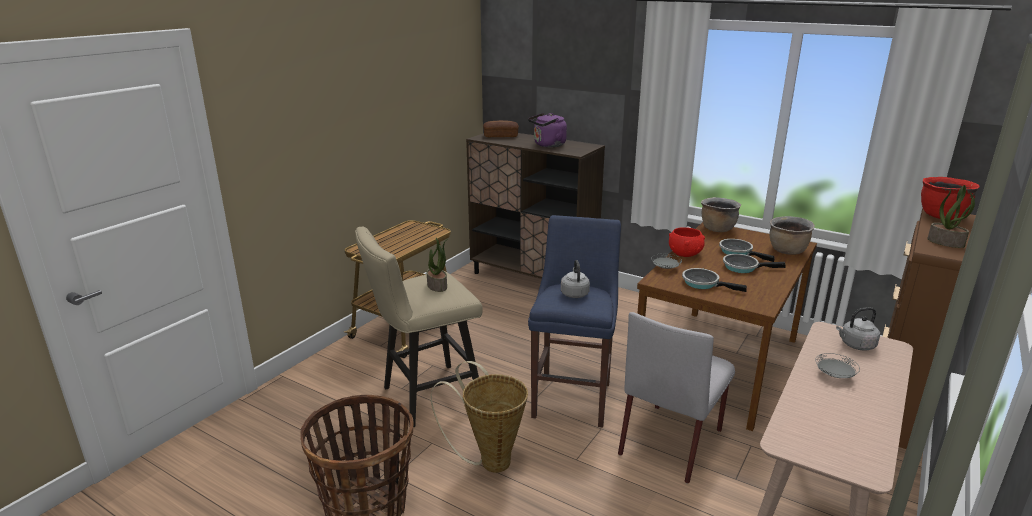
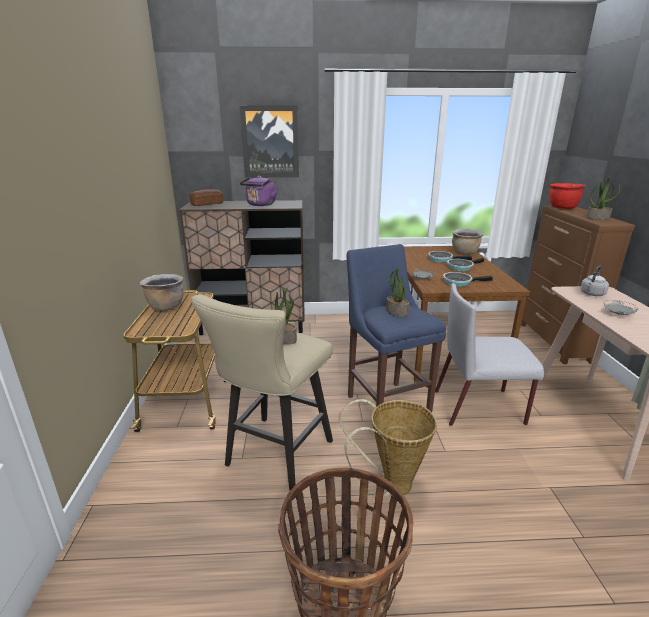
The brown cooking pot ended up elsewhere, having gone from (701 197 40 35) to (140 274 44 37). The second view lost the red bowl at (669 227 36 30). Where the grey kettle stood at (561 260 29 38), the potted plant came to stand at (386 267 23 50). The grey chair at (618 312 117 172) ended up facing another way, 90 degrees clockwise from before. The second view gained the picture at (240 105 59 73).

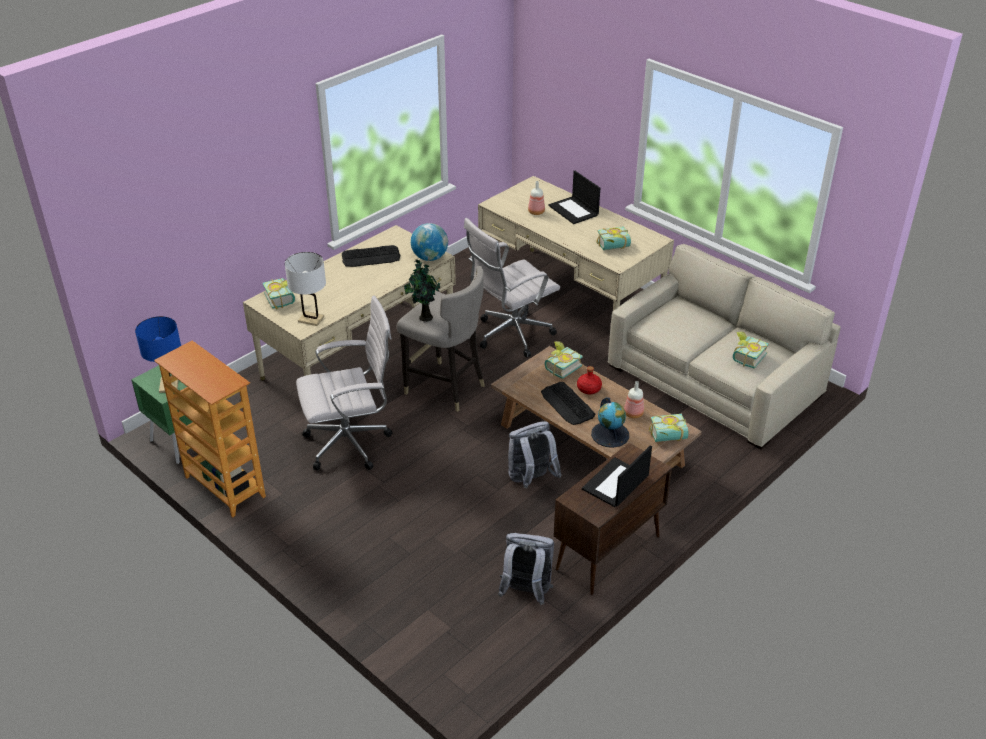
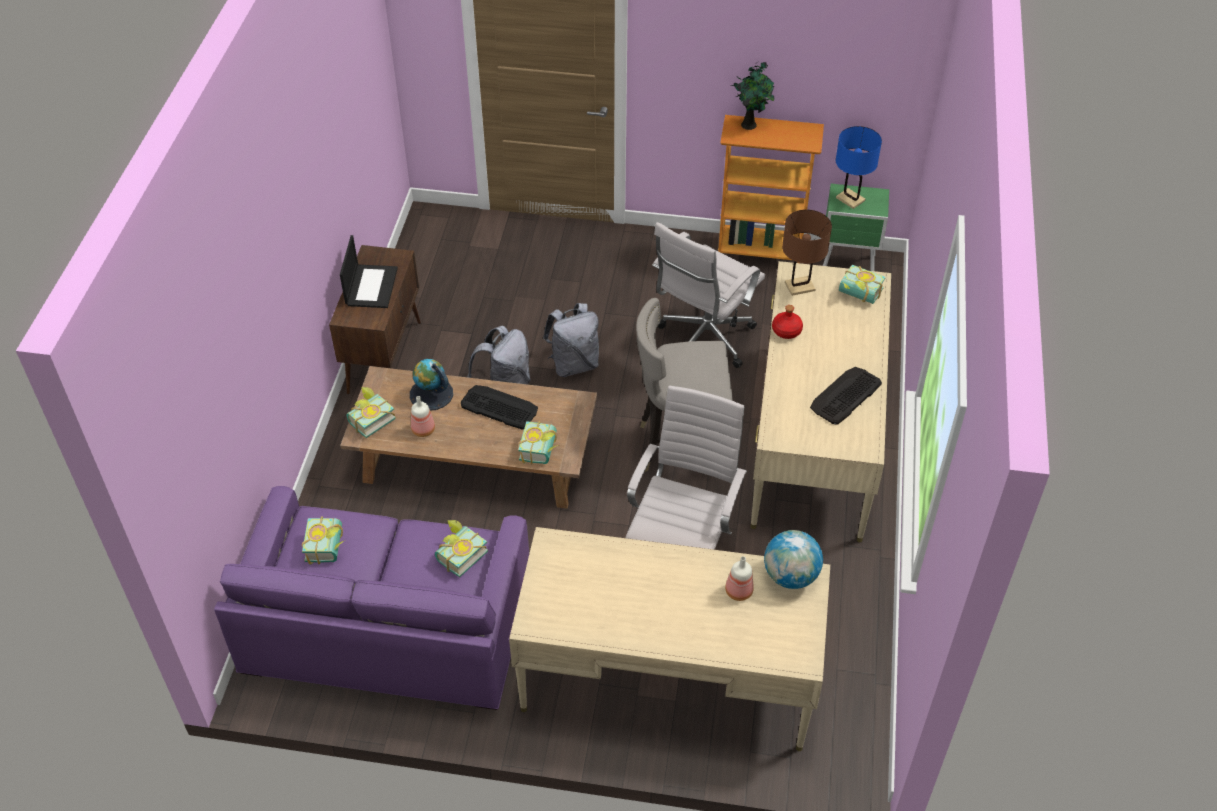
The second view lost the laptop at (548 171 52 53). The globe ended up elsewhere, having gone from (411 223 37 38) to (764 530 59 59). The book ended up elsewhere, having gone from (597 226 34 24) to (435 520 53 57). What was the beige sofa at (607 244 234 206) turned into the purple sofa at (214 486 315 224). What was the white table lamp at (285 252 41 74) turned into the brown table lamp at (782 210 50 86). The potted plant ended up elsewhere, having gone from (404 258 37 64) to (730 62 45 68). The red bottle ended up elsewhere, having gone from (577 366 25 28) to (772 305 31 34). The grey backpack ended up elsewhere, having gone from (498 533 56 72) to (543 303 56 74).

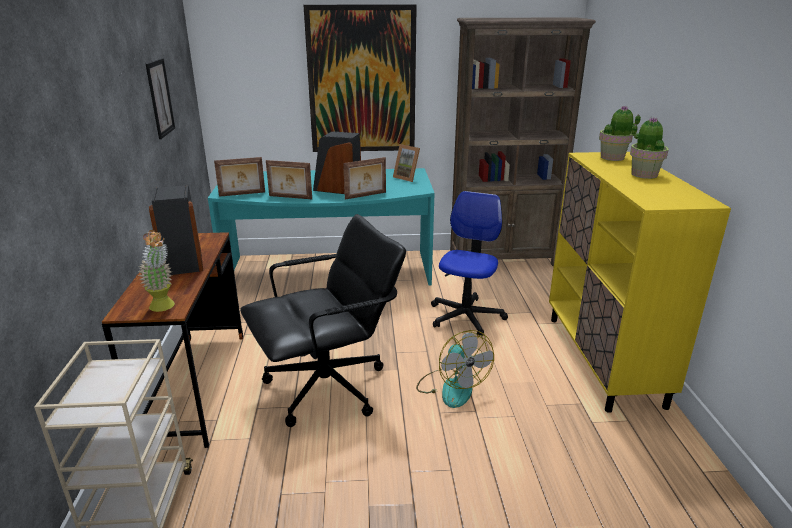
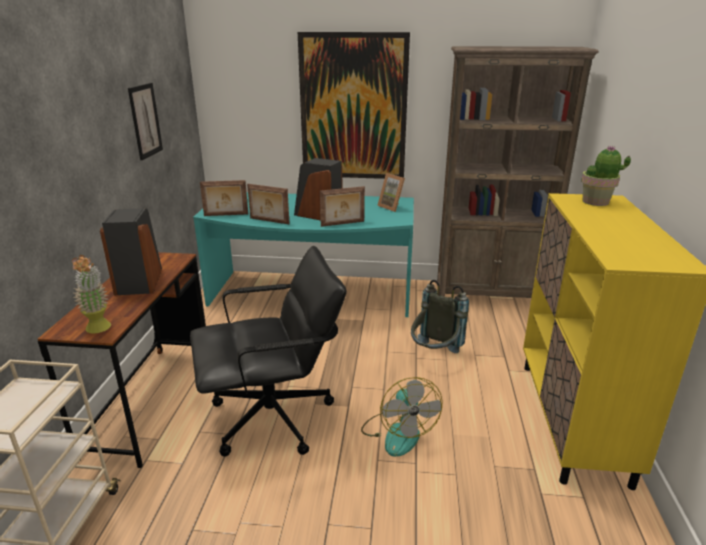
The second view lost the potted plant at (630 117 39 62). Where the office chair stood at (431 191 77 144), the grey backpack came to stand at (411 280 58 73).

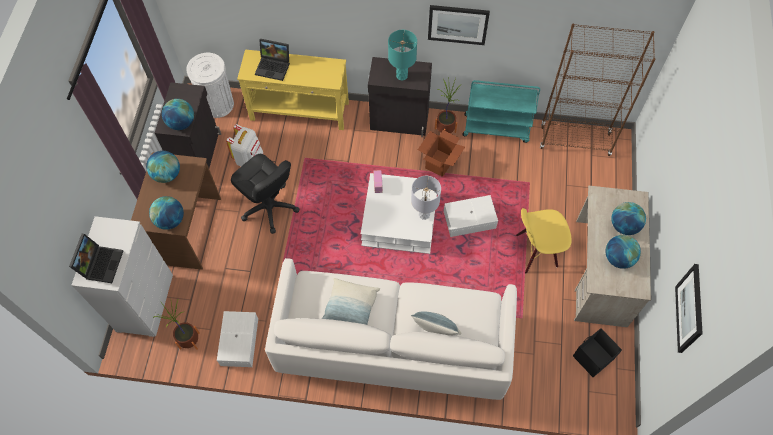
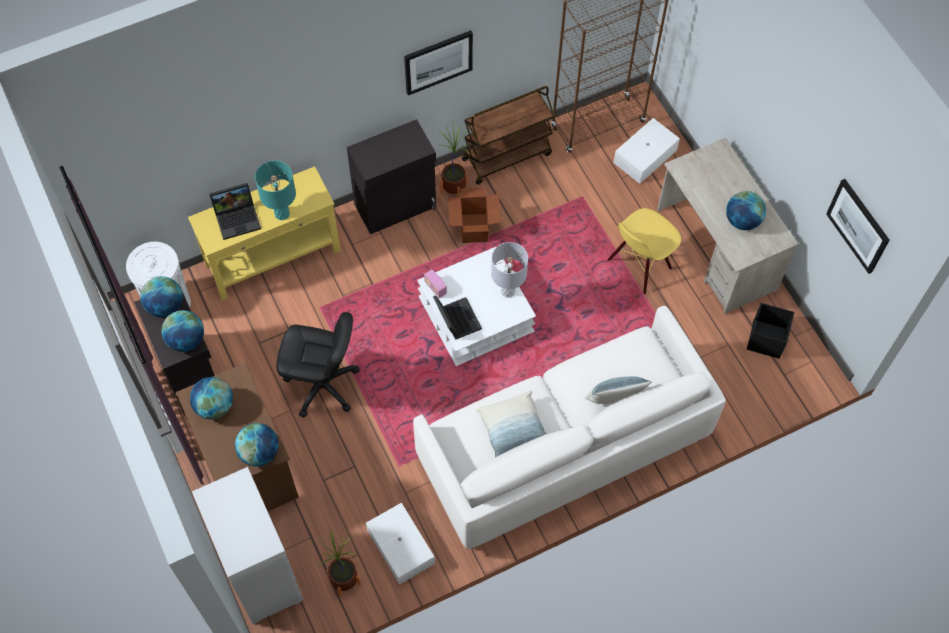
The turquoise table lamp ended up elsewhere, having gone from (388 30 29 51) to (255 161 41 59). What was the turquoise cart at (462 80 78 63) turned into the brown cart at (462 86 93 99). The second view lost the white backpack at (226 124 38 42). The white storage box ended up elsewhere, having gone from (444 195 54 42) to (614 118 66 66). The globe ended up elsewhere, having gone from (611 202 35 33) to (141 276 42 41). The laptop ended up elsewhere, having gone from (69 234 54 49) to (433 295 49 45).

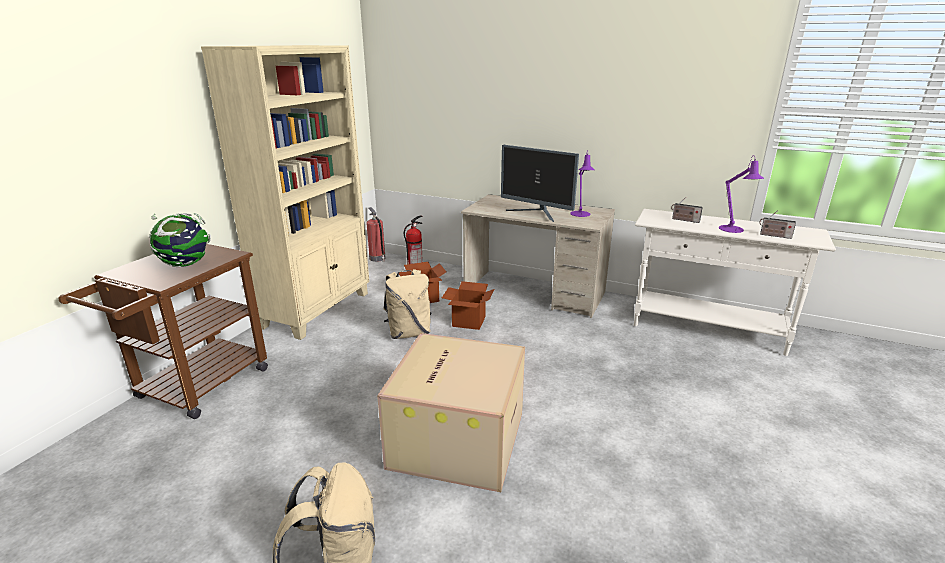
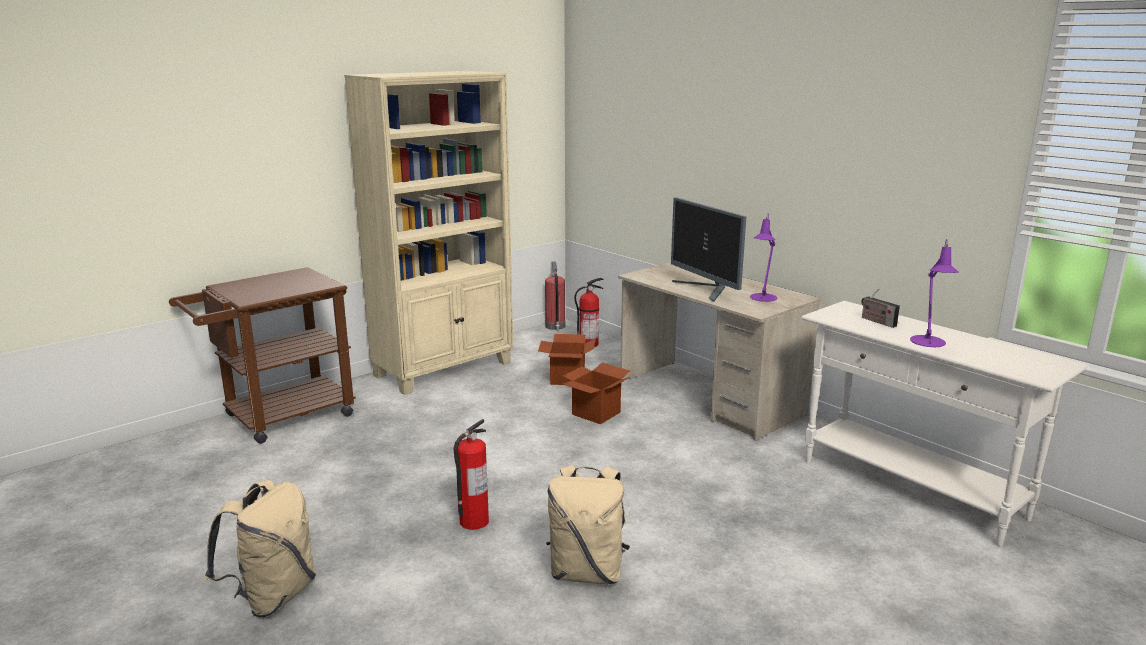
The second view lost the radio at (760 211 36 28). The second view lost the globe at (149 213 62 54). The beige backpack ended up elsewhere, having gone from (383 269 49 70) to (546 465 84 119). Where the cardboard box stood at (377 333 148 159), the fire extinguisher came to stand at (453 419 36 111).

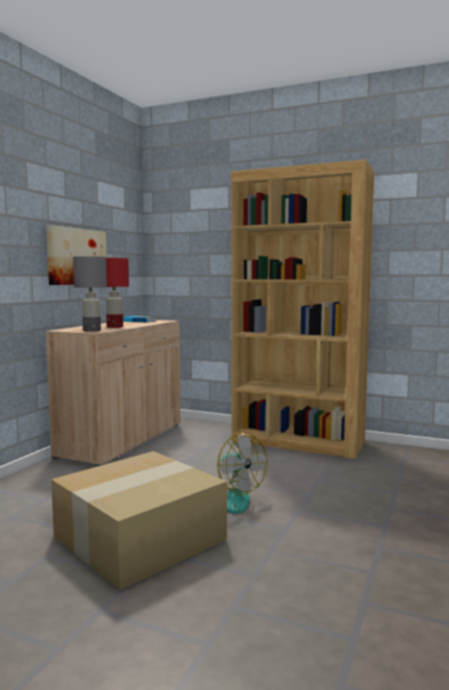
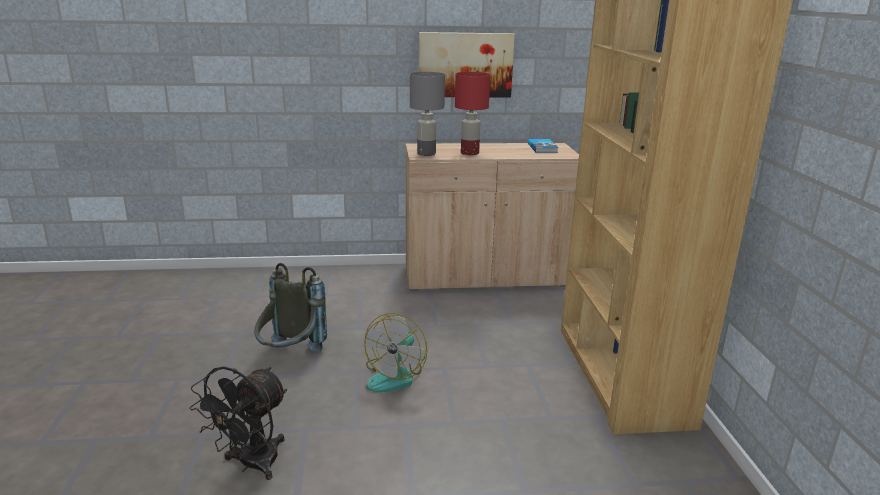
Where the cardboard box stood at (51 451 176 139), the grey backpack came to stand at (254 263 73 89). The second view gained the black fan at (190 366 97 114).

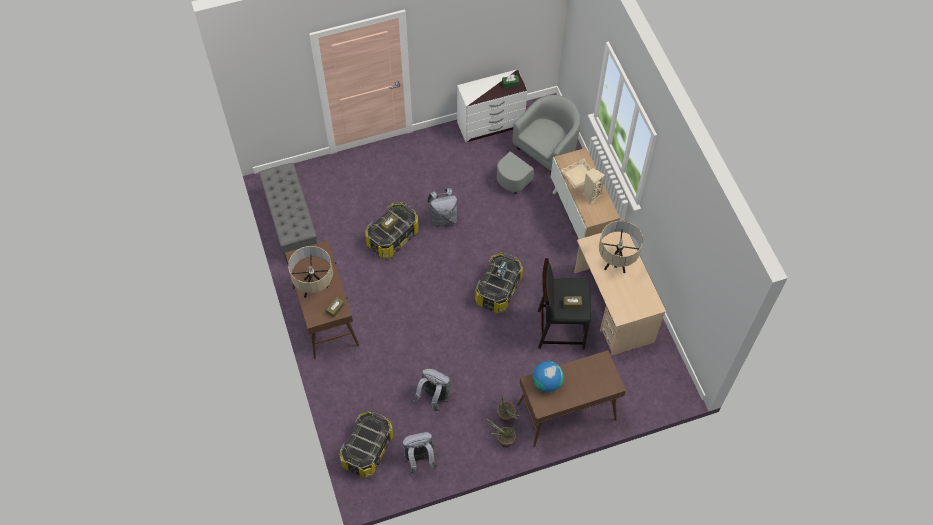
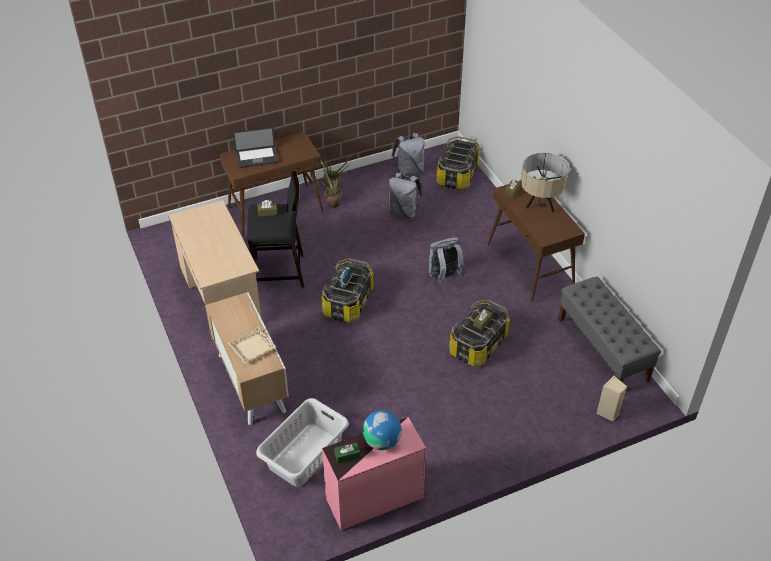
What was the white dresser at (457 69 70 73) turned into the pink dresser at (322 417 104 113). Where the grey armchair stood at (497 95 84 99), the grey laundry basket came to stand at (256 398 93 89). The beige speaker ended up elsewhere, having gone from (583 168 22 35) to (596 376 31 45). The grey backpack ended up elsewhere, having gone from (427 188 31 39) to (429 237 37 47). The second view lost the beige table lamp at (599 221 44 52). The globe ended up elsewhere, having gone from (533 361 31 31) to (363 410 39 40). The second view gained the laptop at (233 127 45 41).

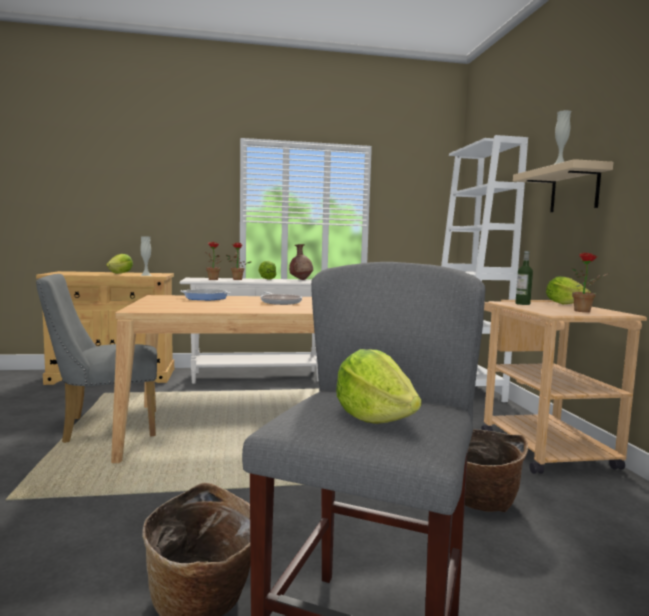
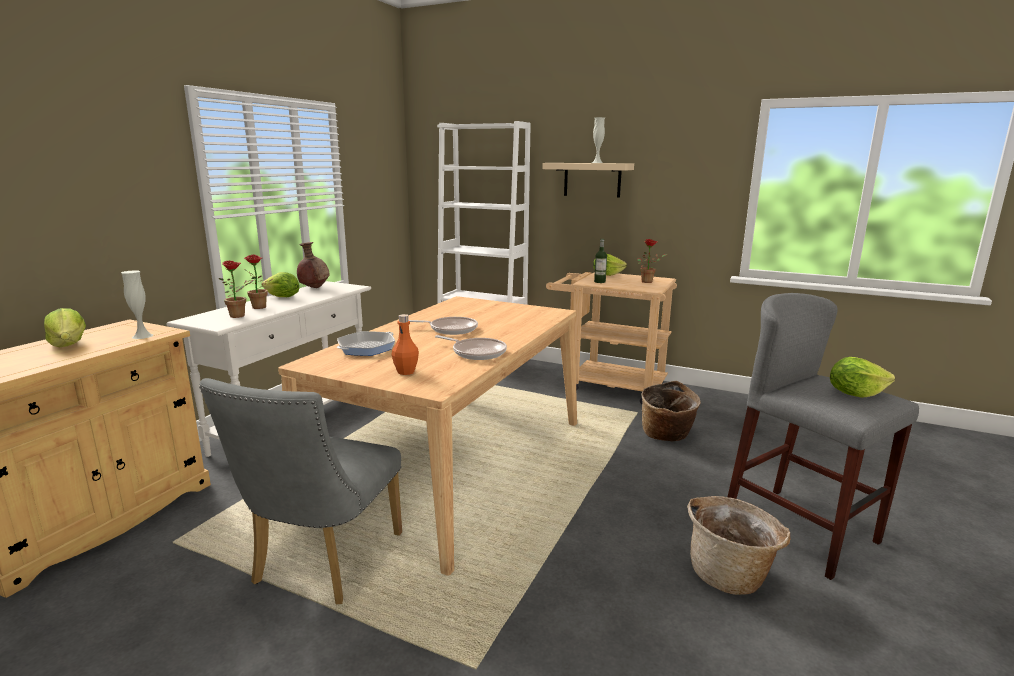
The second view gained the orange bottle at (391 314 28 61). The second view gained the frying pan at (435 335 72 25).

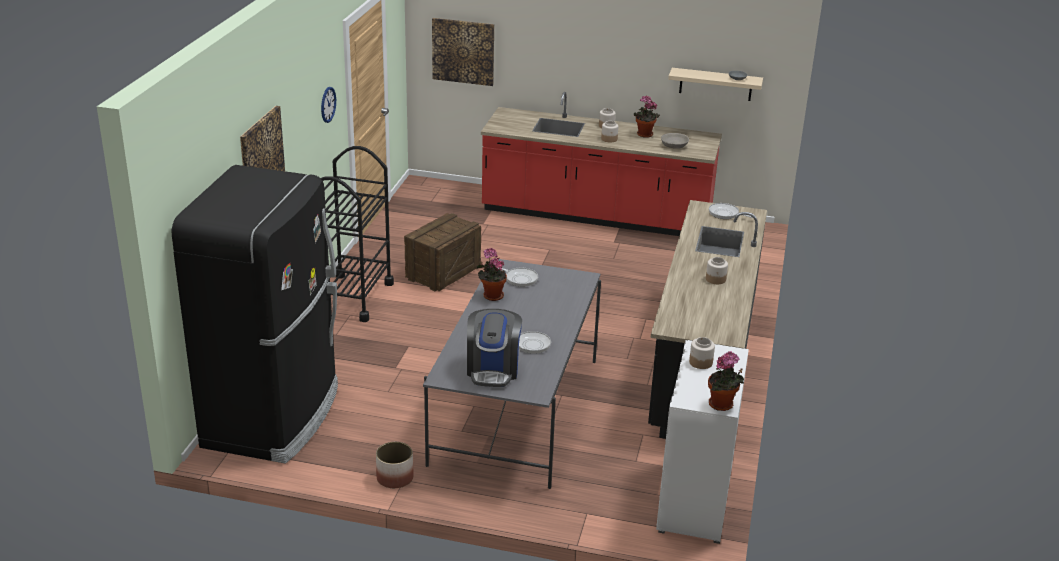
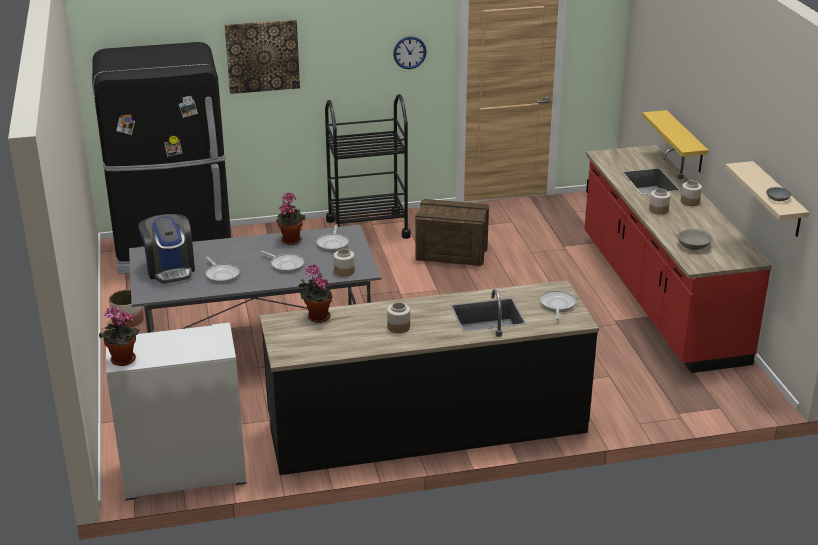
The second view lost the picture at (432 18 62 68). The potted plant ended up elsewhere, having gone from (634 95 26 43) to (299 265 33 58). The coffee machine at (467 309 55 78) ended up facing another way, 90 degrees counterclockwise from before. The jar ended up elsewhere, having gone from (689 337 26 32) to (334 249 21 27). The second view gained the yellow shelf at (642 110 67 62). The second view gained the frying pan at (261 251 44 22).

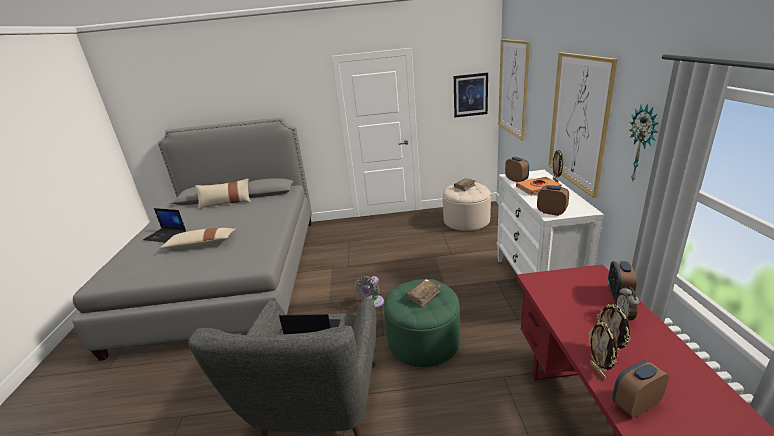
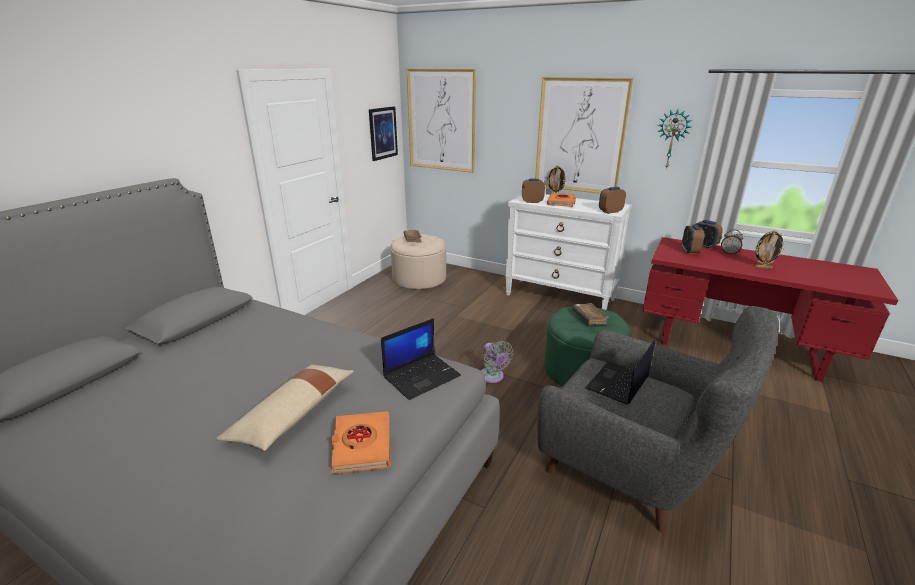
The second view lost the beige pillow at (195 178 56 31). The laptop ended up elsewhere, having gone from (143 208 43 35) to (381 318 80 82). The second view lost the picture frame at (588 322 30 58). The alarm clock ended up elsewhere, having gone from (612 360 57 57) to (682 225 23 29). The second view gained the orange book at (331 412 60 62).

